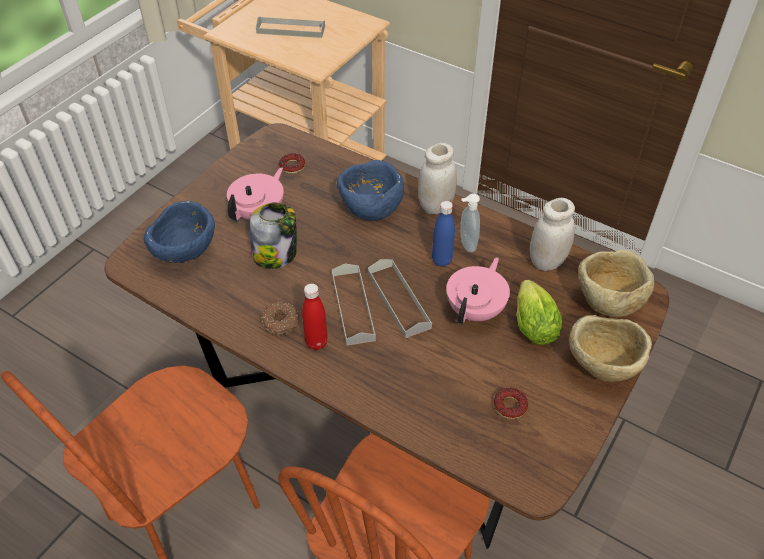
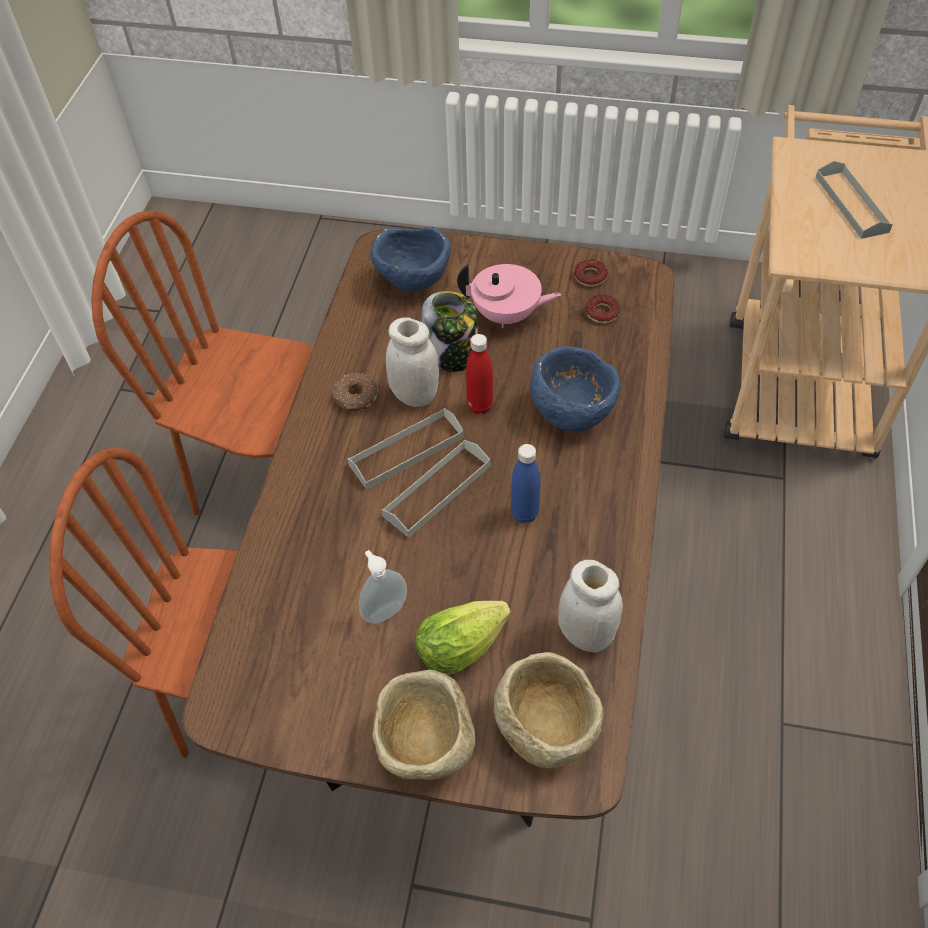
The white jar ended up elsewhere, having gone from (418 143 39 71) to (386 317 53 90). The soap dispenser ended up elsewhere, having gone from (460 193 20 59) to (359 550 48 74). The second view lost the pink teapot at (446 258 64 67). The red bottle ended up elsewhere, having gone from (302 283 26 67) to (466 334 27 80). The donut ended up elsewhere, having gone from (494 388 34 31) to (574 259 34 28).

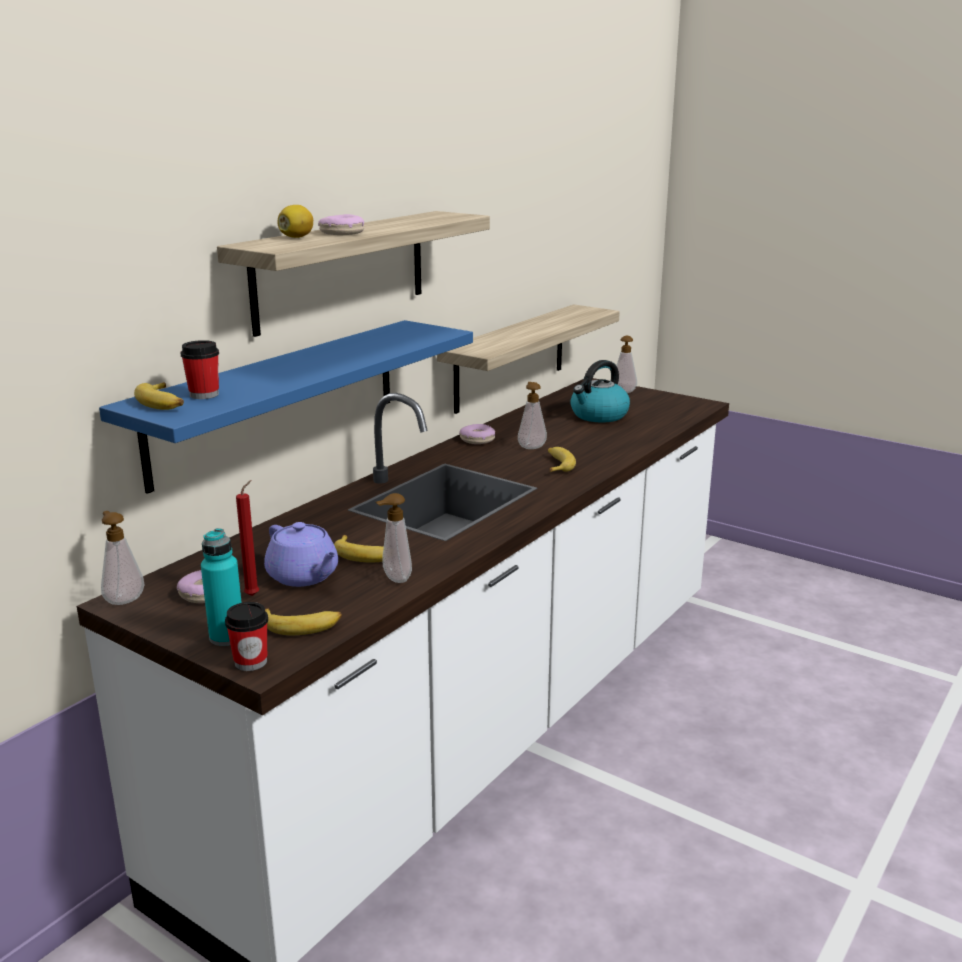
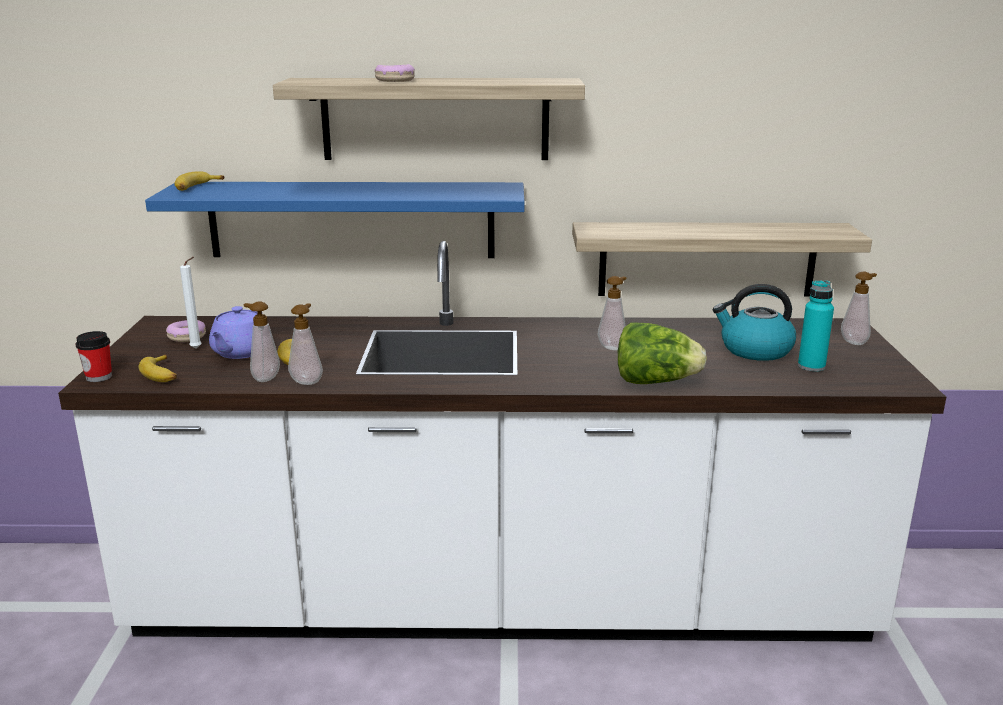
The second view lost the lemon at (278 205 35 33). The second view lost the cup at (181 340 38 59). The second view lost the donut at (459 424 36 20). The second view lost the banana at (548 447 28 25). What was the red candle at (236 480 23 116) turned into the white candle at (180 257 22 92). The soap dispenser ended up elsewhere, having gone from (101 511 43 94) to (288 303 35 82). The turquoise bottle ended up elsewhere, having gone from (201 528 41 118) to (798 280 36 92). The second view gained the lettuce at (618 322 89 62).

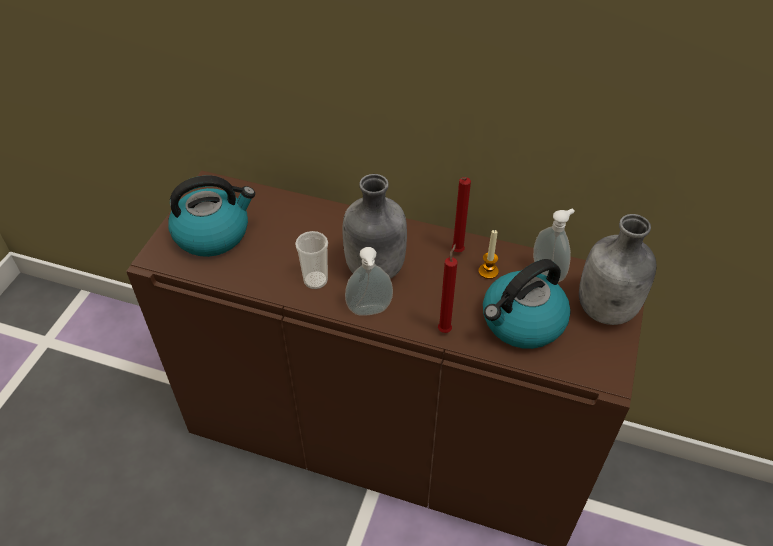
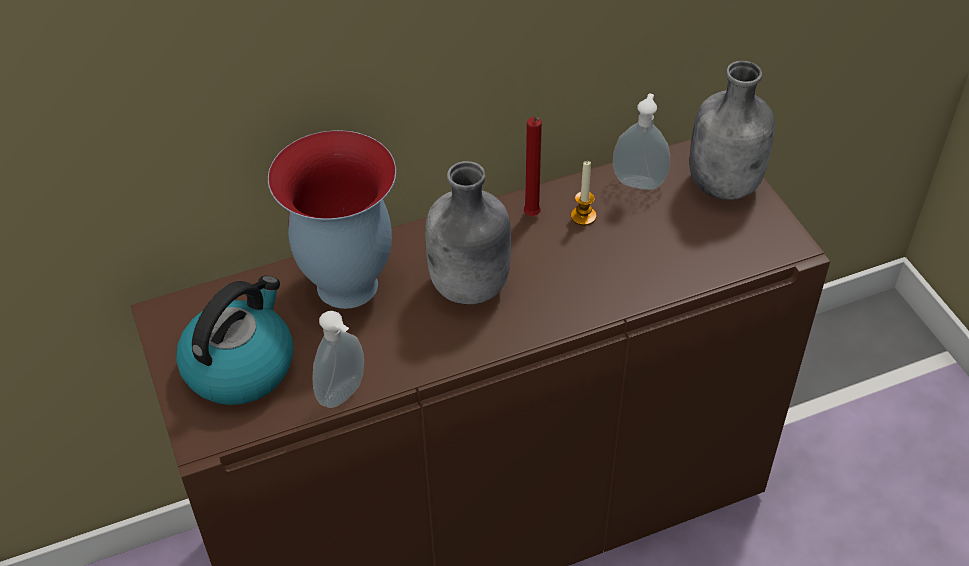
The second view lost the cup at (295 231 33 58). The second view lost the red candle at (438 244 20 89). The soap dispenser ended up elsewhere, having gone from (345 247 48 69) to (312 311 52 97). The second view lost the kettle at (483 259 88 90). The second view gained the vase at (268 130 128 179).

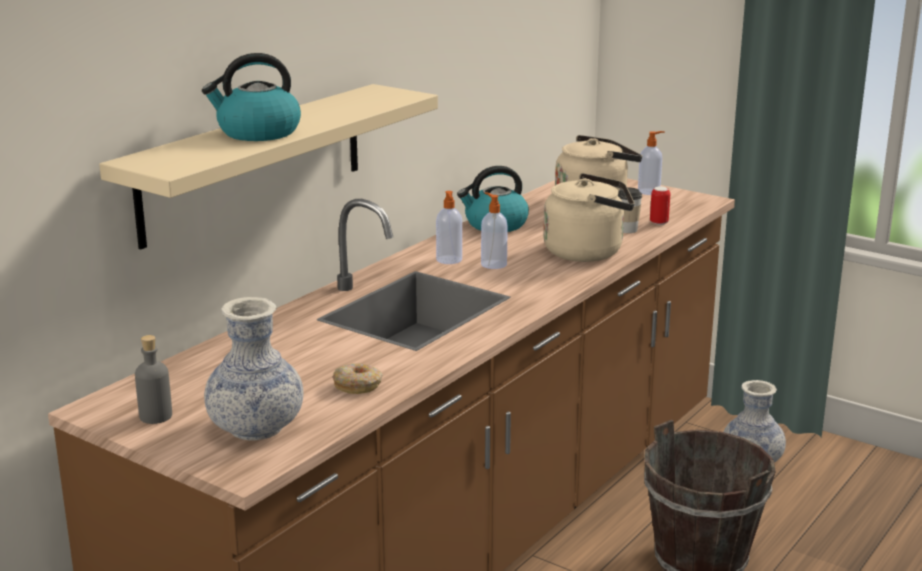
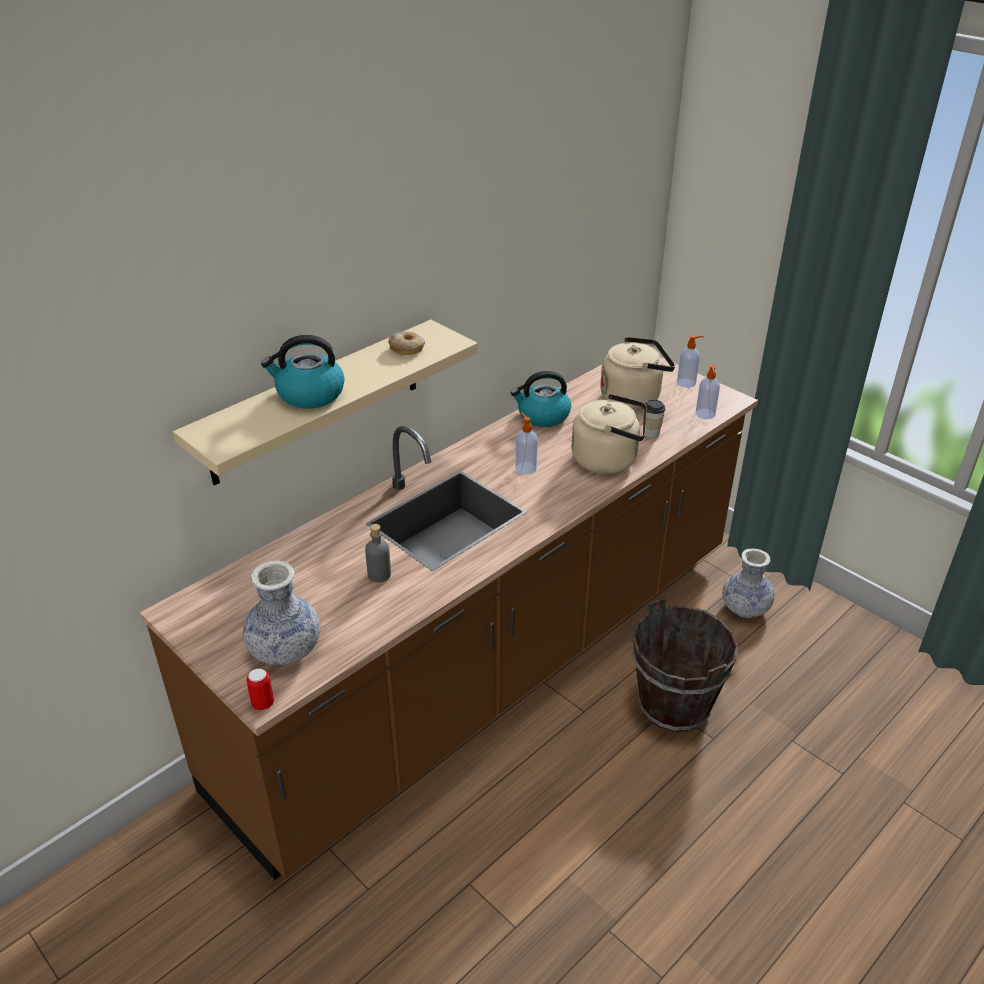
The can ended up elsewhere, having gone from (650 186 20 39) to (246 669 28 42). The soap dispenser ended up elsewhere, having gone from (436 191 26 73) to (696 365 24 54). The grey bottle ended up elsewhere, having gone from (135 335 37 89) to (365 524 26 59). The donut ended up elsewhere, having gone from (333 363 50 31) to (388 331 37 24).

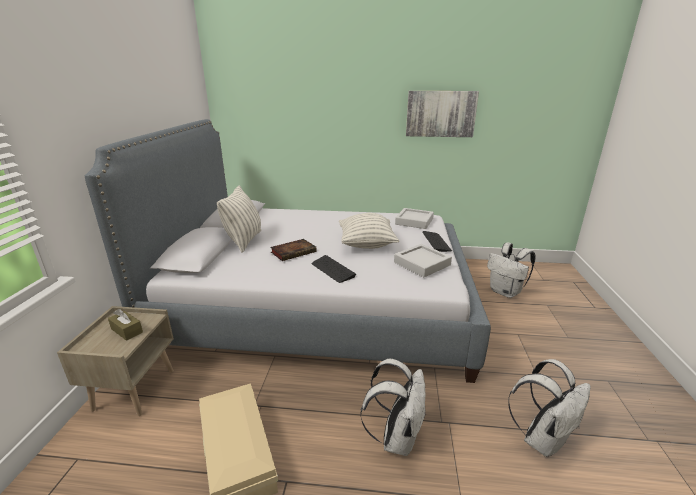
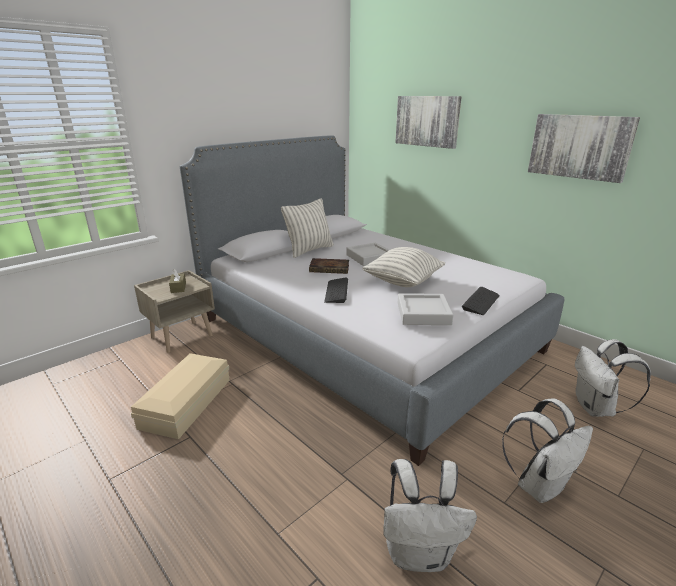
The grey tray ended up elsewhere, having gone from (395 208 39 21) to (346 243 43 23). The white backpack ended up elsewhere, having gone from (360 359 66 97) to (502 399 91 104). The second view gained the picture at (395 96 67 53).

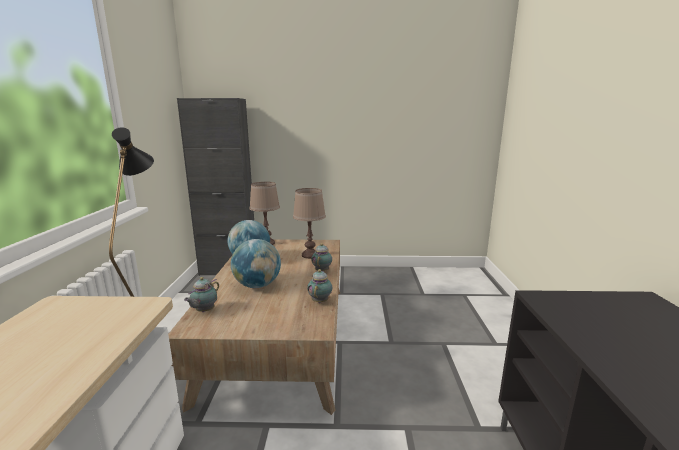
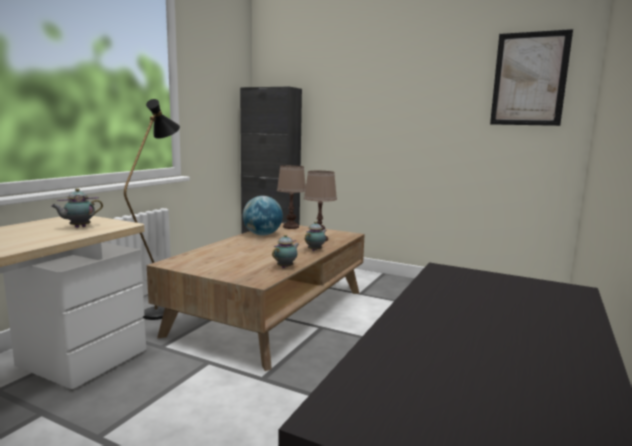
The second view lost the globe at (231 239 50 49). The teapot ended up elsewhere, having gone from (184 277 35 35) to (51 188 52 40). The second view gained the picture at (490 29 83 97).

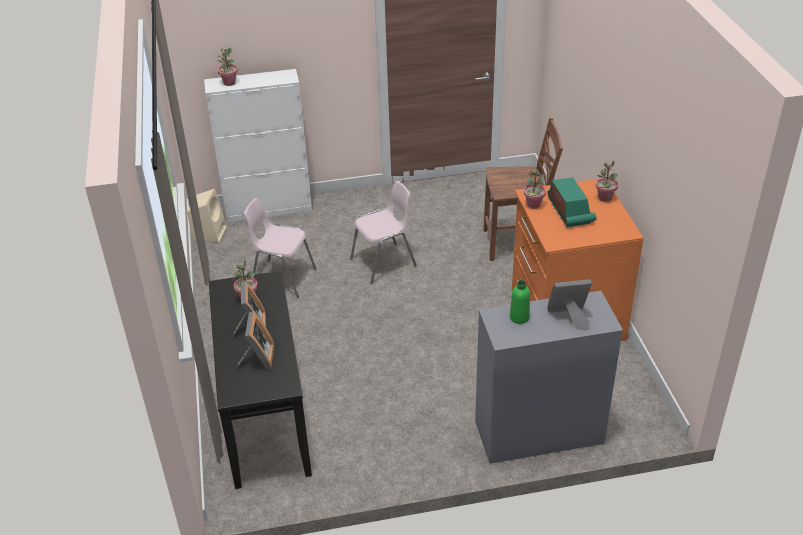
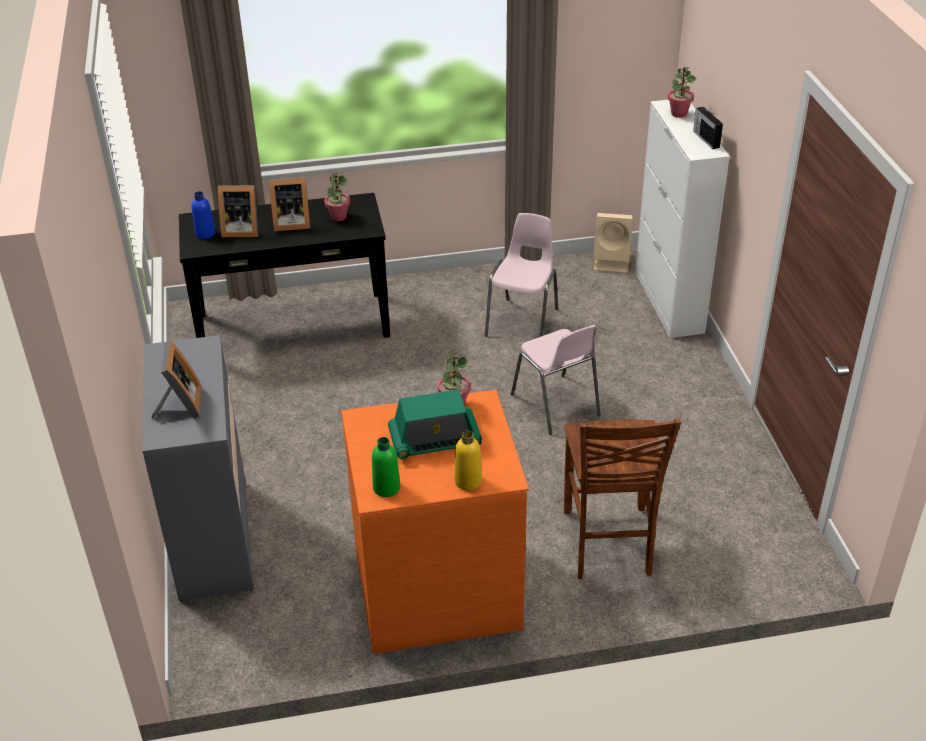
Where the potted plant stood at (596 160 22 42), the yellow bottle came to stand at (455 430 27 60). The green bottle ended up elsewhere, having gone from (510 280 20 44) to (372 437 28 60). The second view gained the radio at (693 107 30 42). The second view gained the blue bottle at (191 191 24 48).

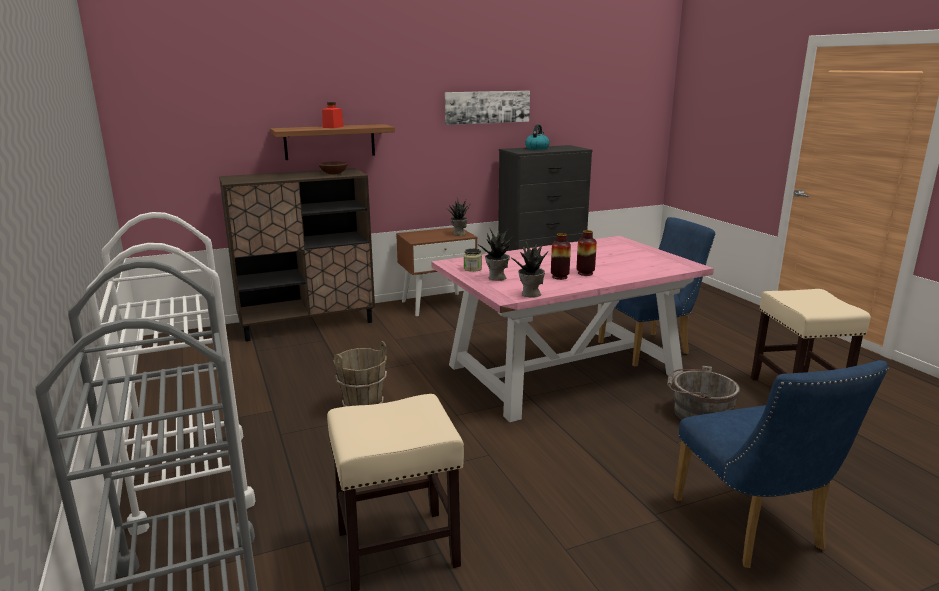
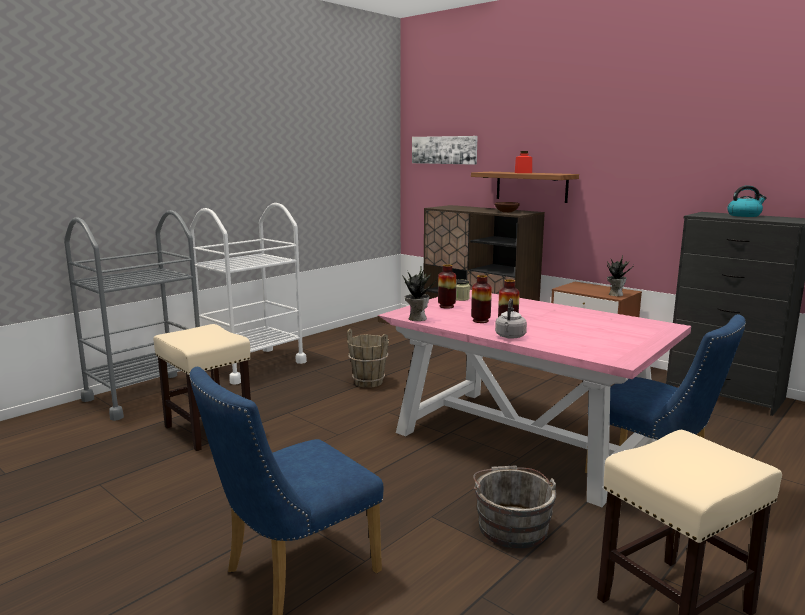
The picture ended up elsewhere, having gone from (445 91 85 34) to (412 136 66 29). Where the potted plant stood at (476 228 36 53), the vase came to stand at (438 264 18 45). The second view gained the grey kettle at (495 298 32 41).

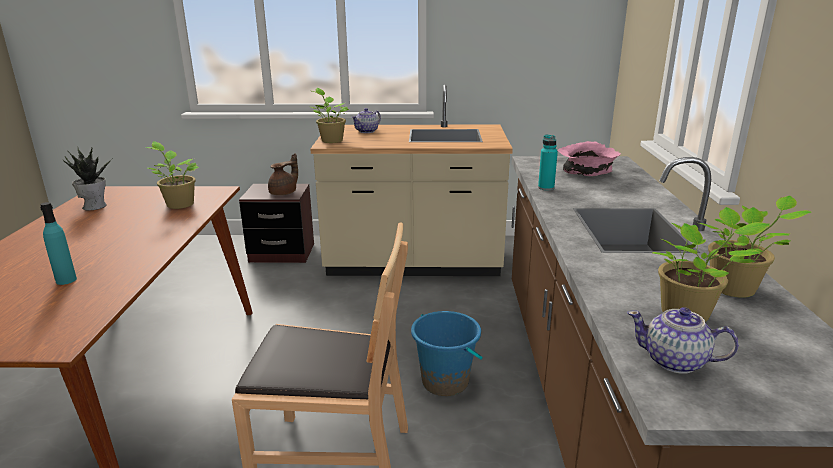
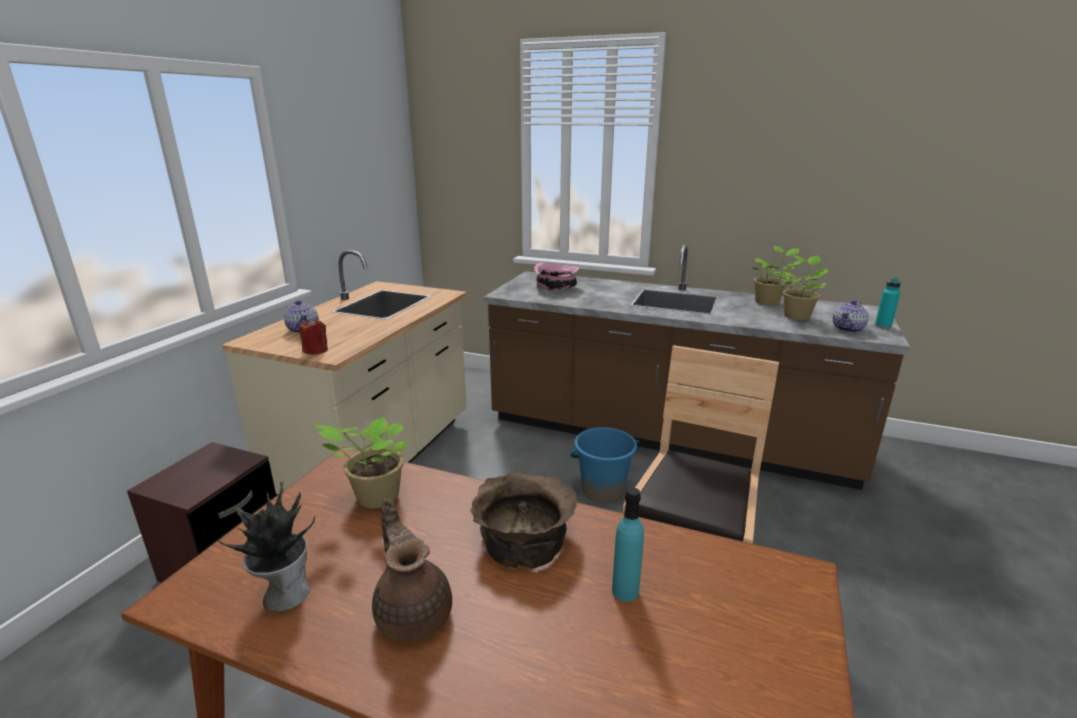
Where the potted plant stood at (311 88 38 55), the red candle came to stand at (299 318 29 37). The turquoise bottle ended up elsewhere, having gone from (538 134 20 57) to (875 277 26 52). The brown teapot ended up elsewhere, having gone from (268 153 30 42) to (372 499 80 143). The second view gained the brown bowl at (470 472 107 97).

